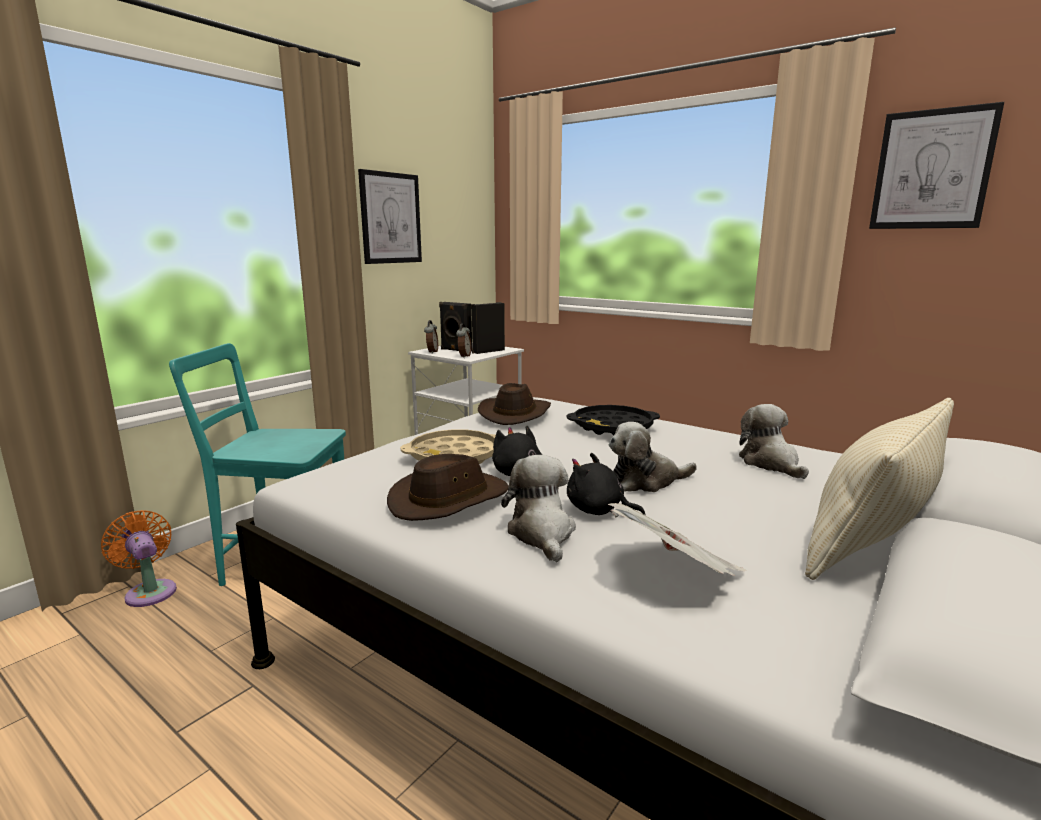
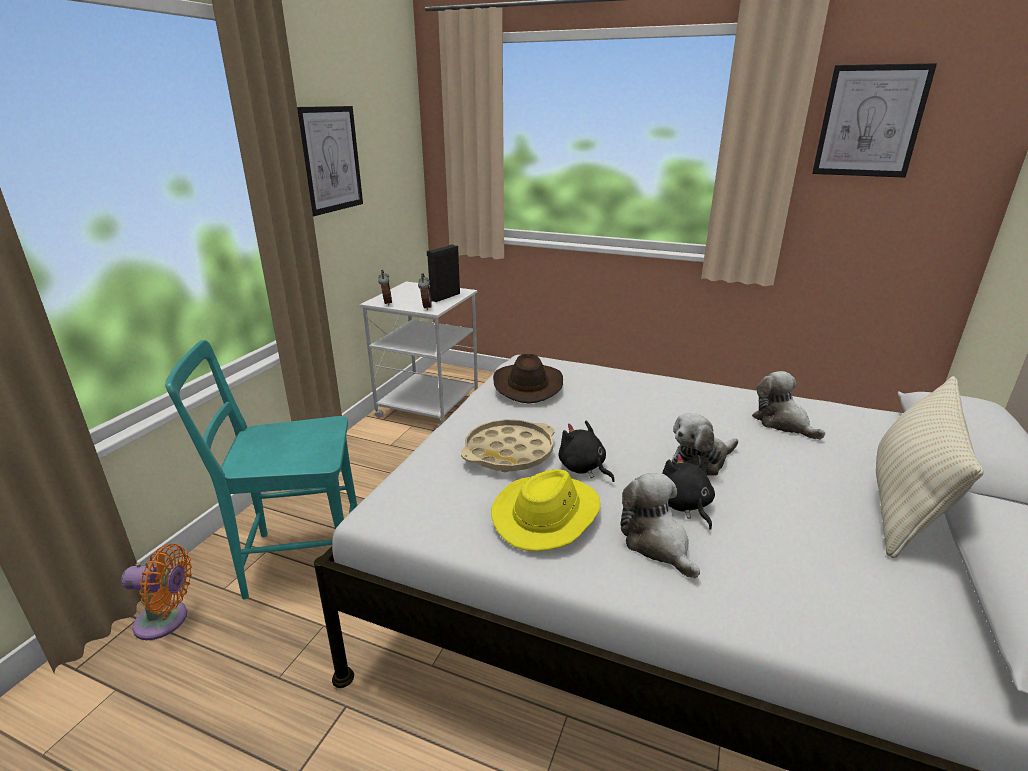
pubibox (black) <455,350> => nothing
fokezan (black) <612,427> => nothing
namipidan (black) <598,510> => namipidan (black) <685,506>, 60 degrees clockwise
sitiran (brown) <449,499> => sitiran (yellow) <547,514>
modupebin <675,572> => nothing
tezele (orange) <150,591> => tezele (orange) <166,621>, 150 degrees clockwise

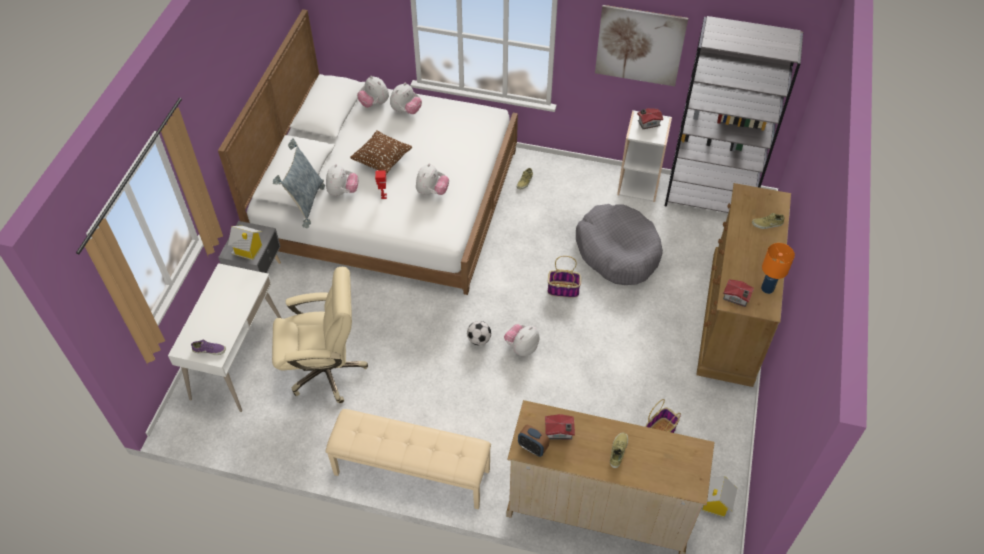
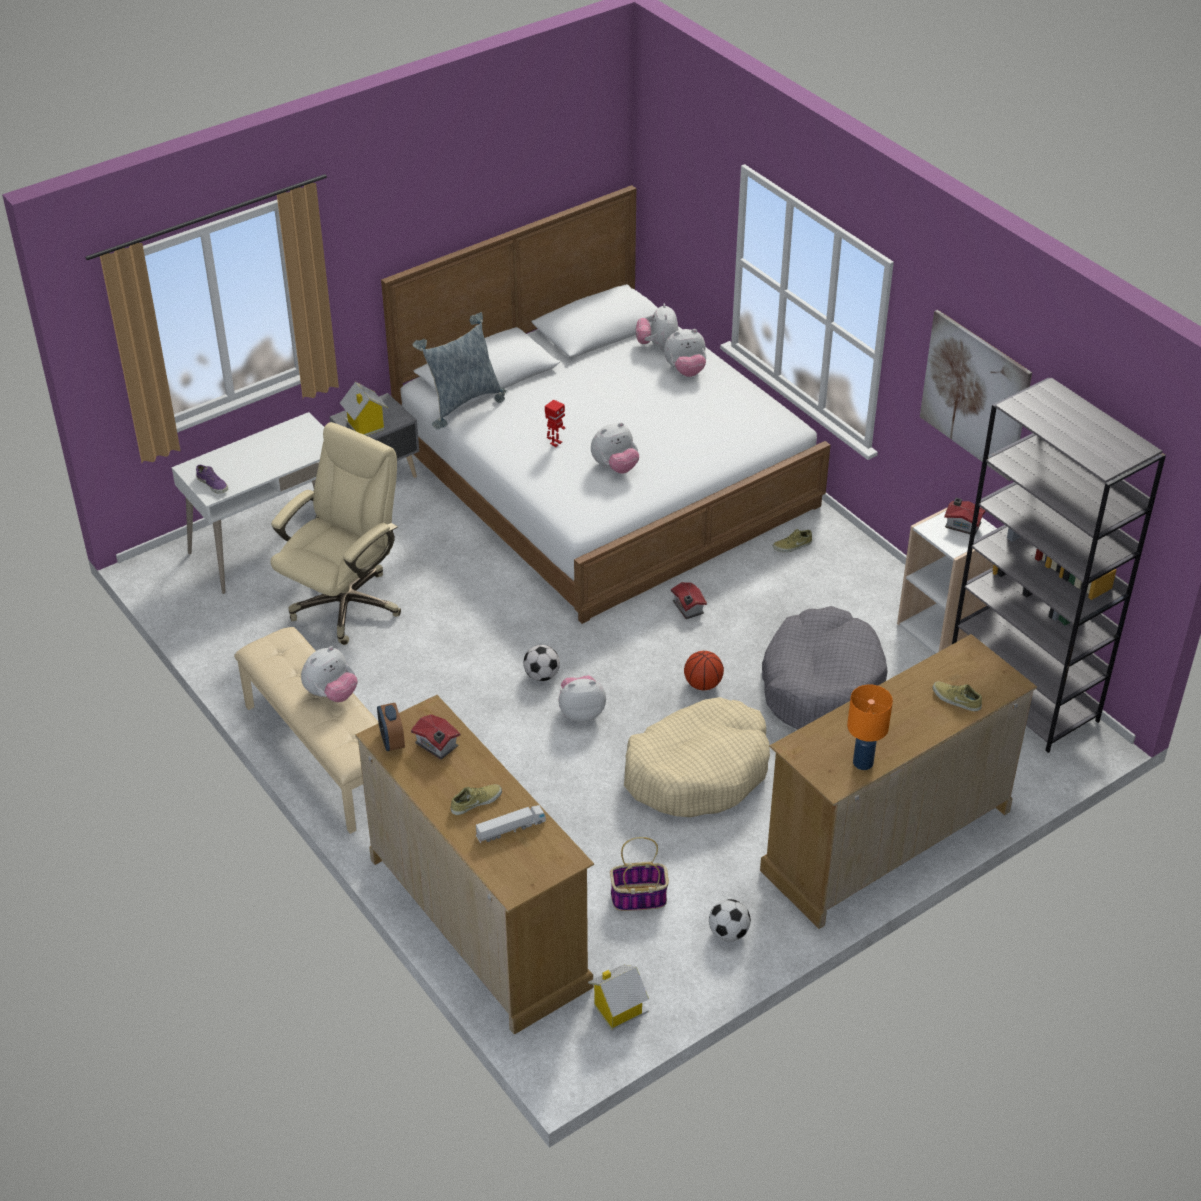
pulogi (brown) <382,161> => nothing
namipidan <342,192> => namipidan <331,694>, relocated
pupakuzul <563,289> => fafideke <702,684>
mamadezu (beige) <325,371> => mamadezu (beige) <344,607>, 90 degrees counterclockwise
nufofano <736,298> => nufofano <687,608>, relocated
nothing => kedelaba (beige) <698,771>
nothing => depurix <511,829>
nothing => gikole <728,933>

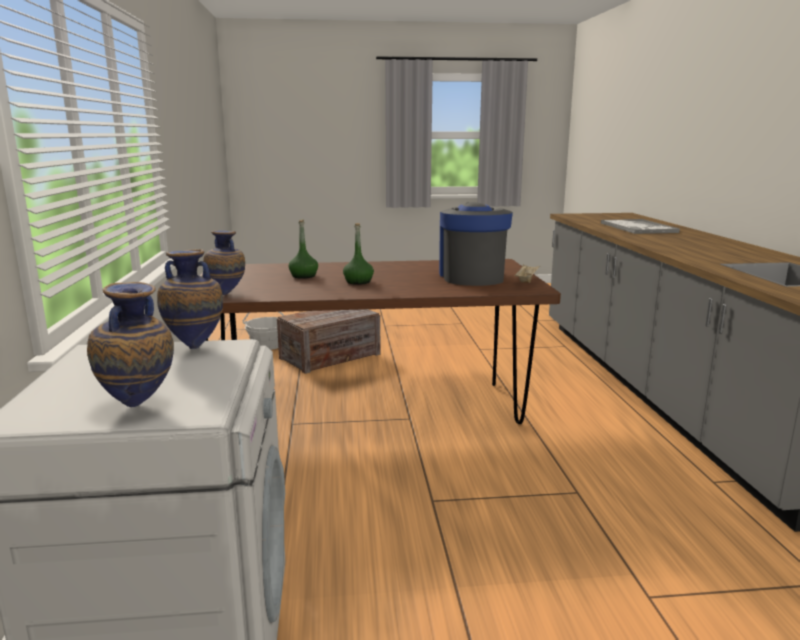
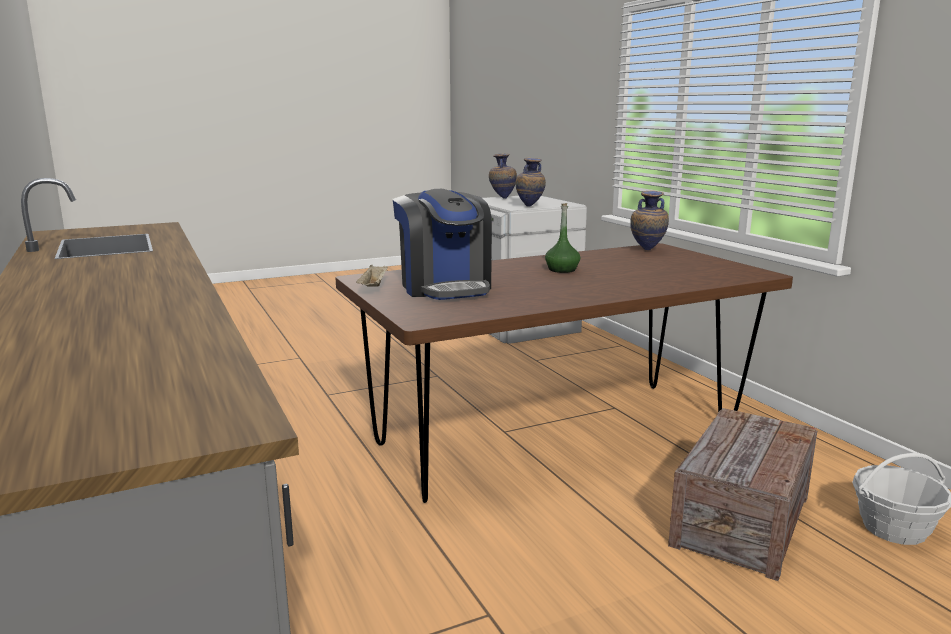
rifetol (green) <303,276> => nothing
fokezan <638,228> => nothing

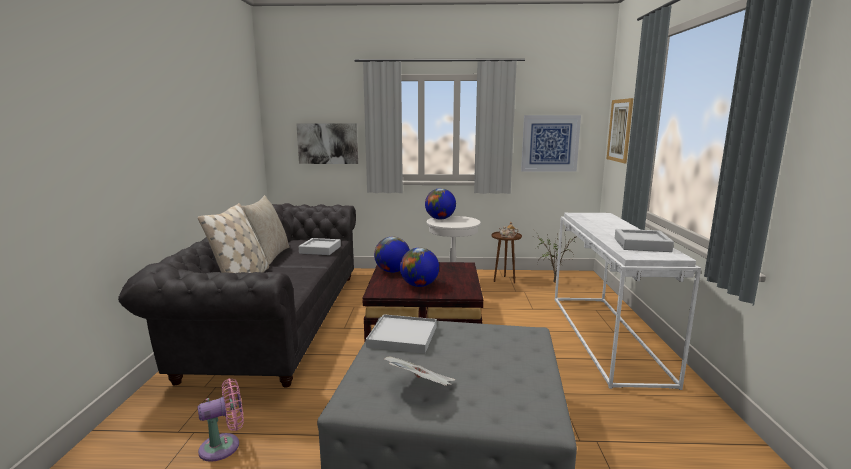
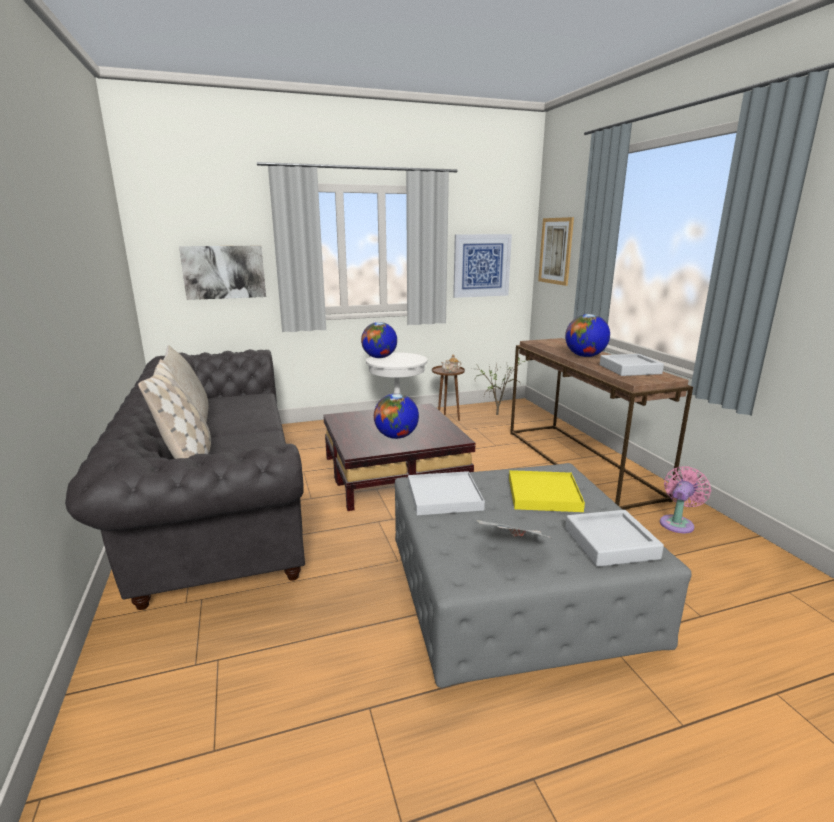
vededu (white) <607,337> => vededu (brown) <581,463>
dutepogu <392,271> => dutepogu <585,356>, relocated
fokezan (grey) <320,250> => fokezan (grey) <610,543>, relocated
tezele (pink) <224,446> => tezele (pink) <678,523>, relocated
nothing => fokezan (yellow) <543,494>

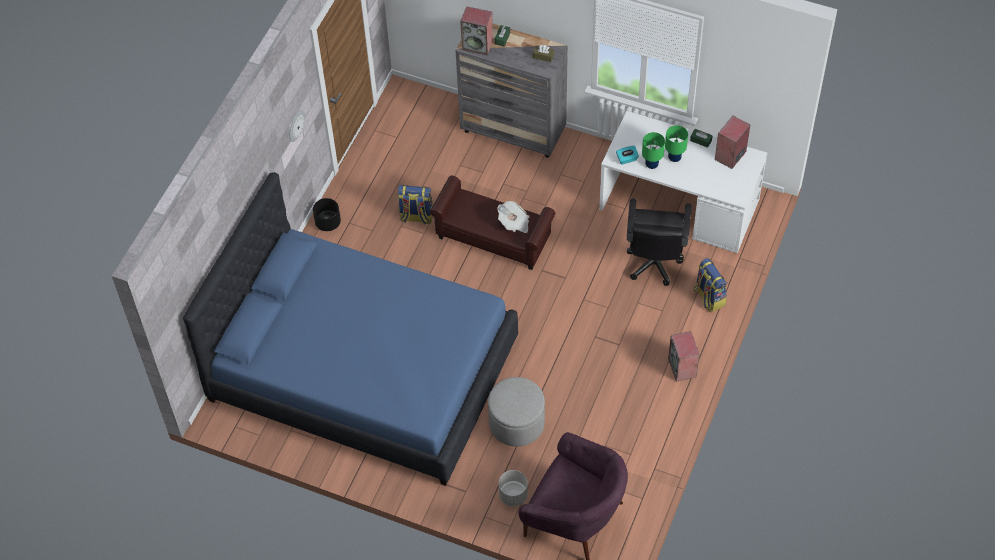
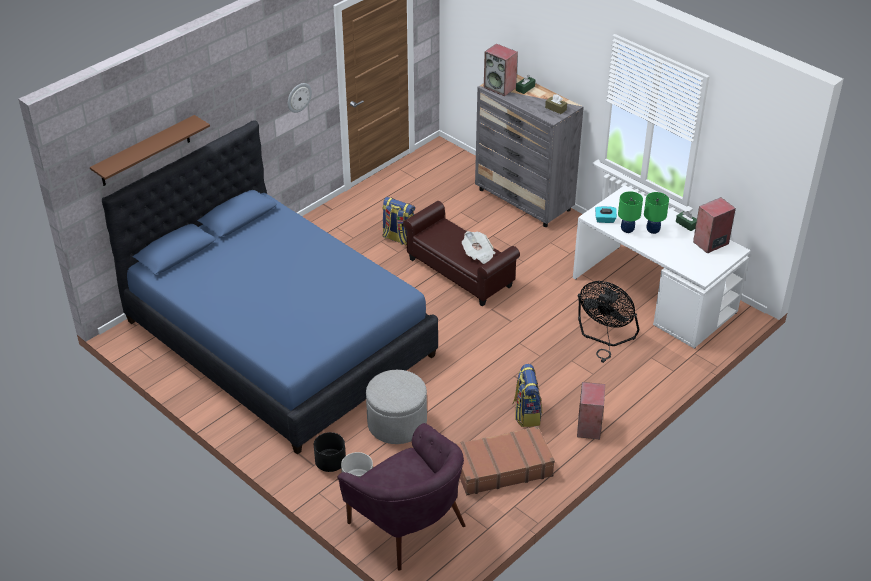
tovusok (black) <328,223> => tovusok (black) <330,463>, relocated
mamadezu (black) <654,267> => tezele (black) <603,337>
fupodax <708,297> => fupodax <526,413>, relocated
nothing => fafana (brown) <145,151>
nothing => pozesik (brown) <501,467>

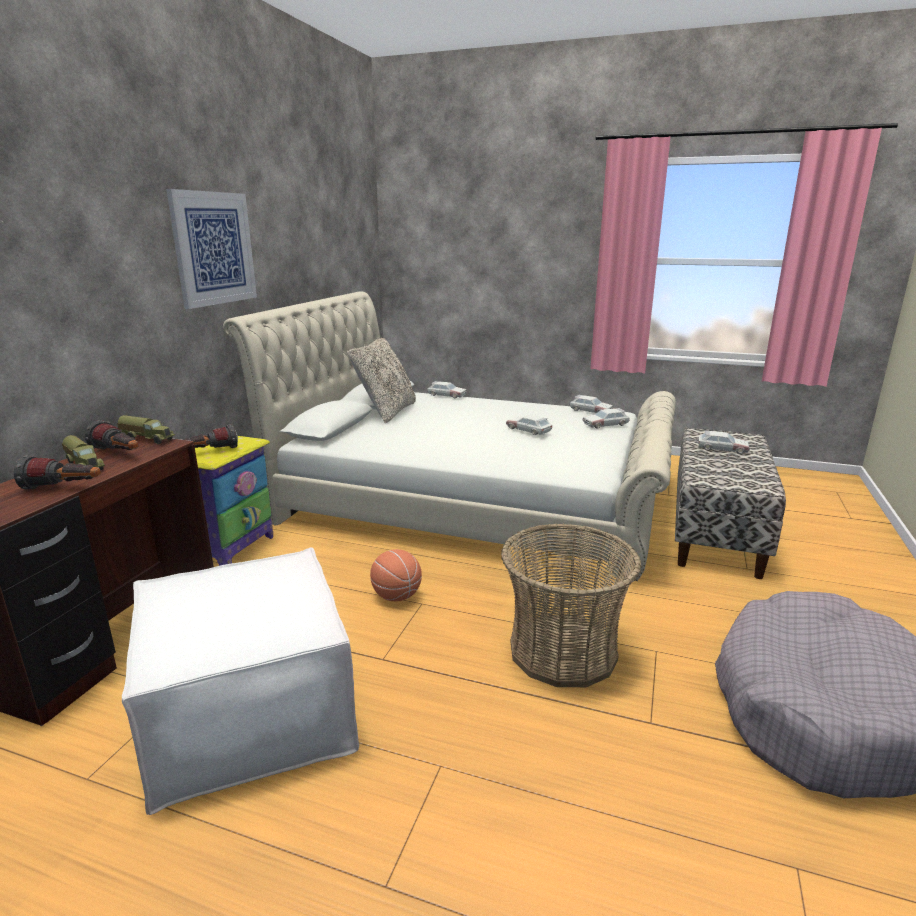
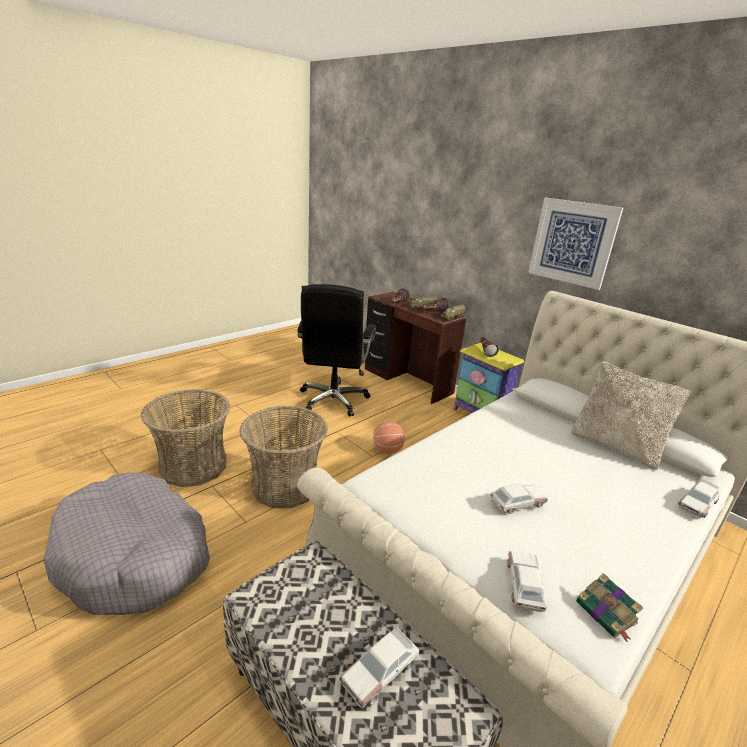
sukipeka <590,410> => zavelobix <607,613>
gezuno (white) <250,713> => mamadezu (black) <333,398>
nothing => pupakuzul <193,466>

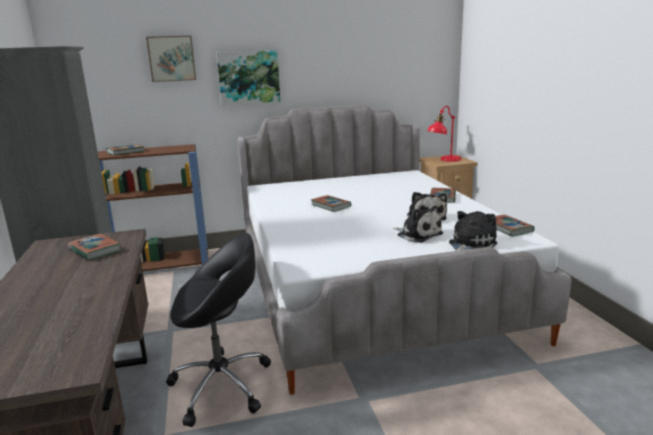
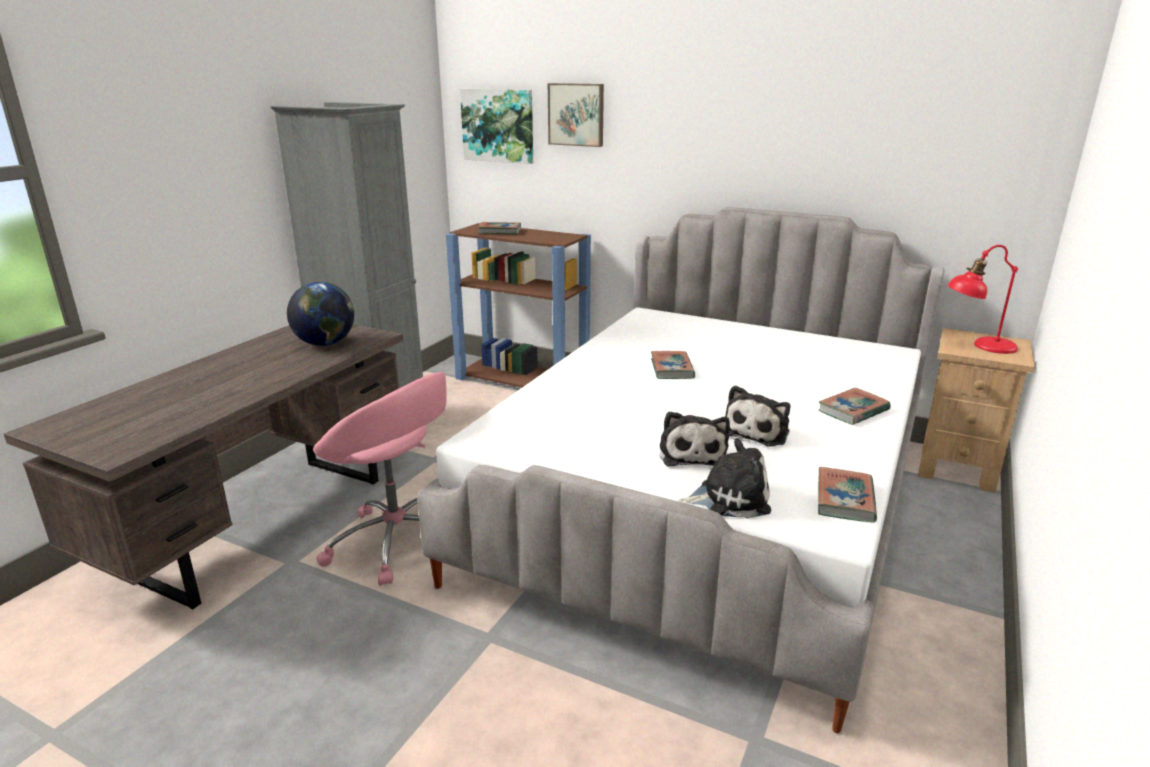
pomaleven <248,77> => pomaleven <498,125>, relocated
mamadezu (black) <223,385> => mamadezu (pink) <397,542>
zavelobix <95,250> => dutepogu <325,343>

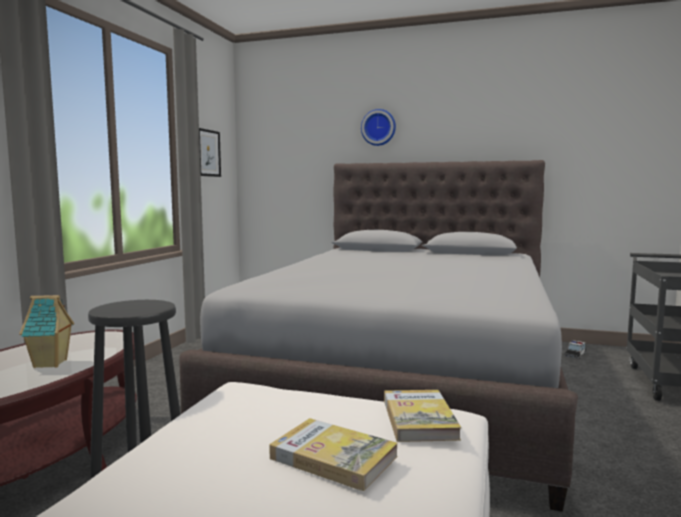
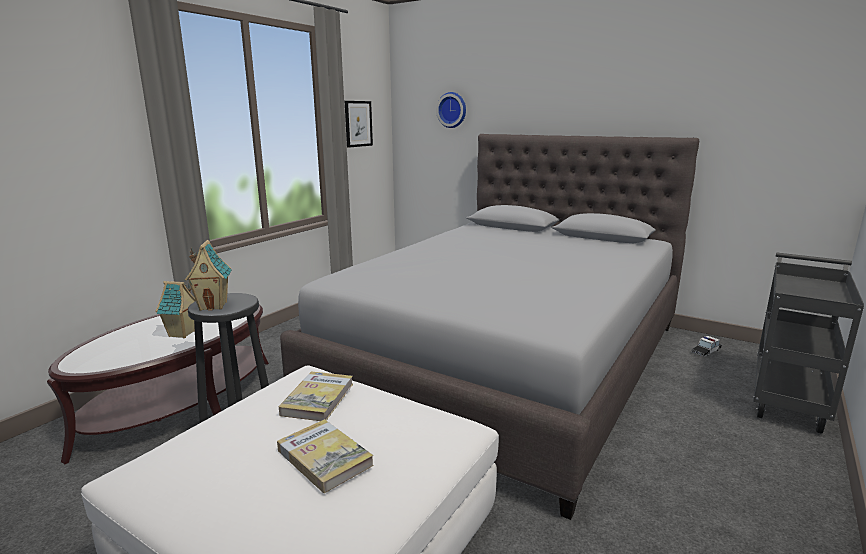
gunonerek <378,127> => gunonerek <452,110>, relocated
zavelobix <419,419> => zavelobix <318,399>, relocated
nothing => nufofano <214,306>

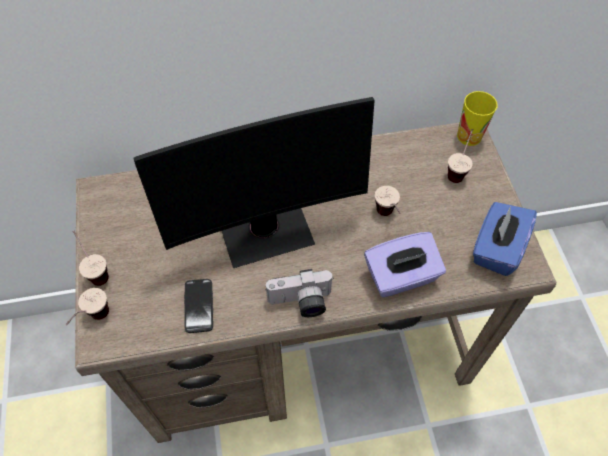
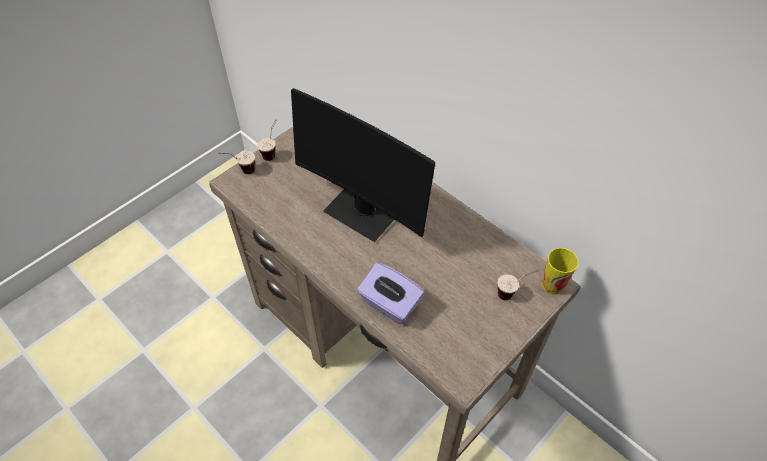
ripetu <387,217> => nothing
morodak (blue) <496,249> => nothing
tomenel <301,303> => nothing
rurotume <199,306> => nothing

